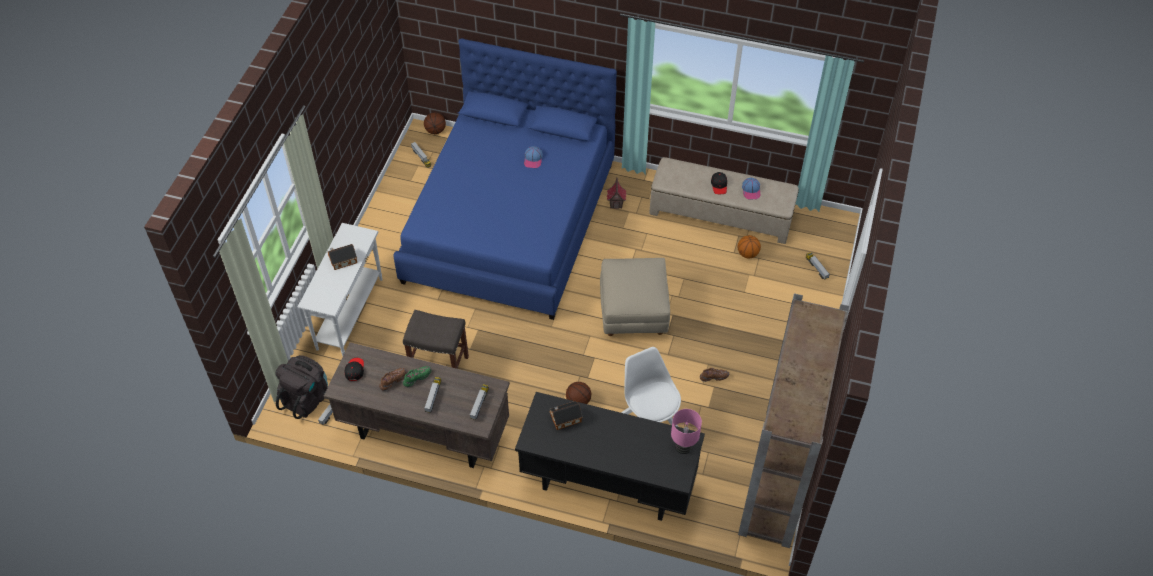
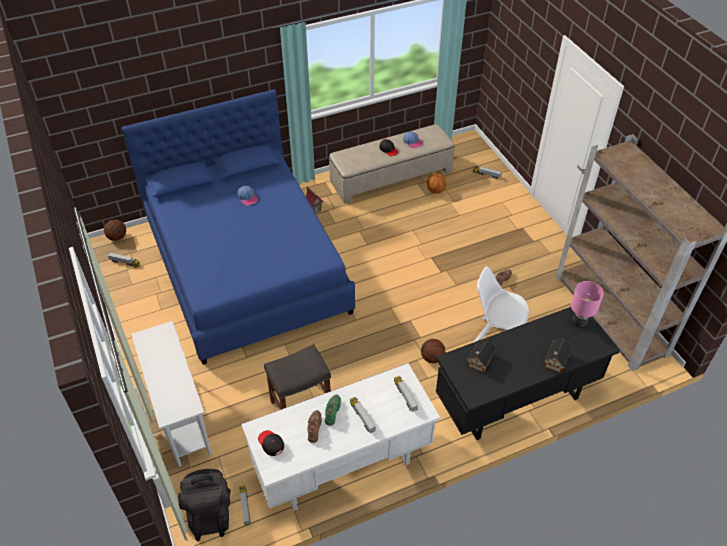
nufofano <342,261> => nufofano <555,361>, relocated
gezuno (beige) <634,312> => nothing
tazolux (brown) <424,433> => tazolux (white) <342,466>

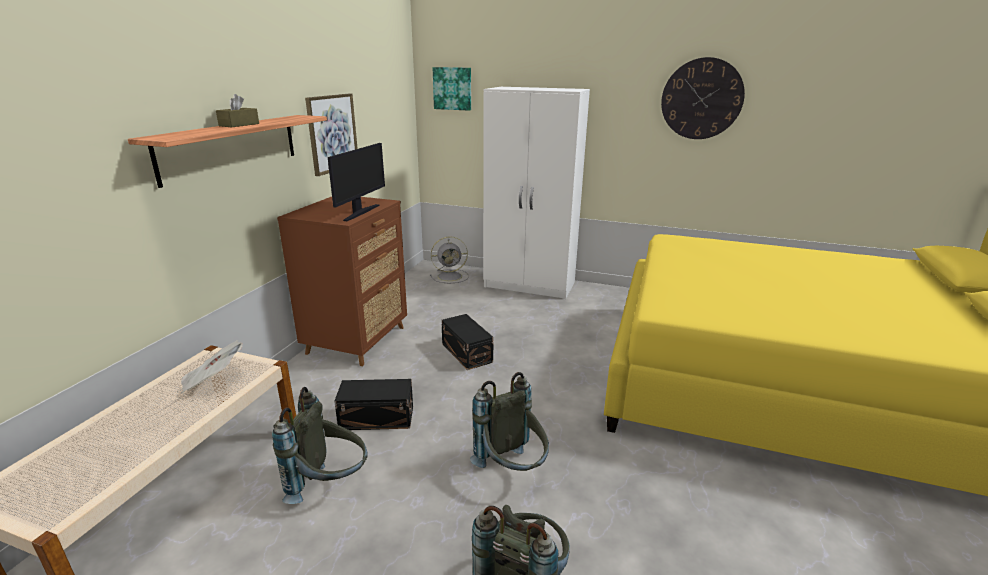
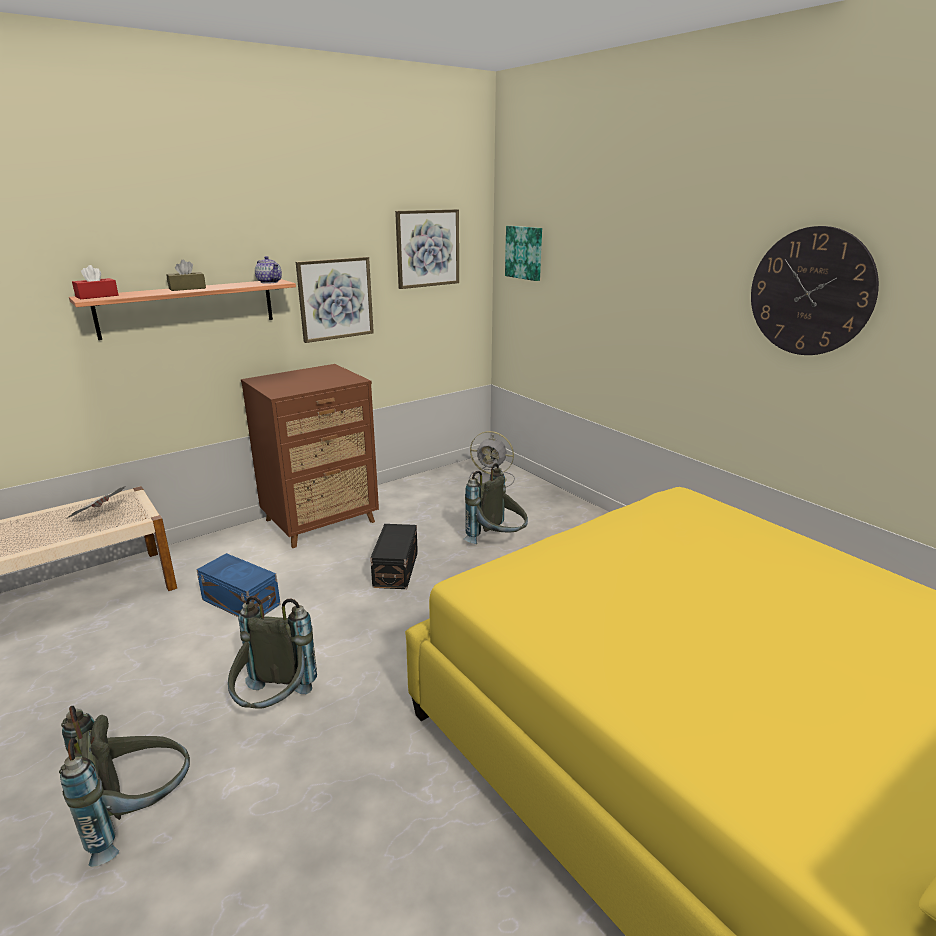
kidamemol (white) <530,285> => nothing
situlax <360,212> => nothing
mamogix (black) <376,417> => mamogix (blue) <241,601>
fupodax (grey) <330,485> => fupodax (grey) <498,543>, relocated
nothing => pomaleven <427,248>
nothing => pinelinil <269,282>
nothing => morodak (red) <97,296>

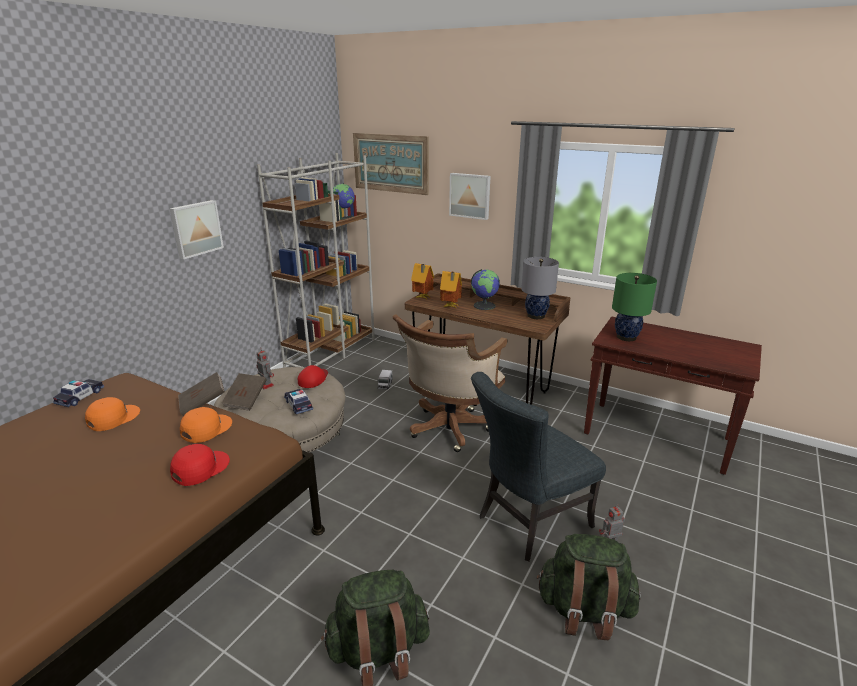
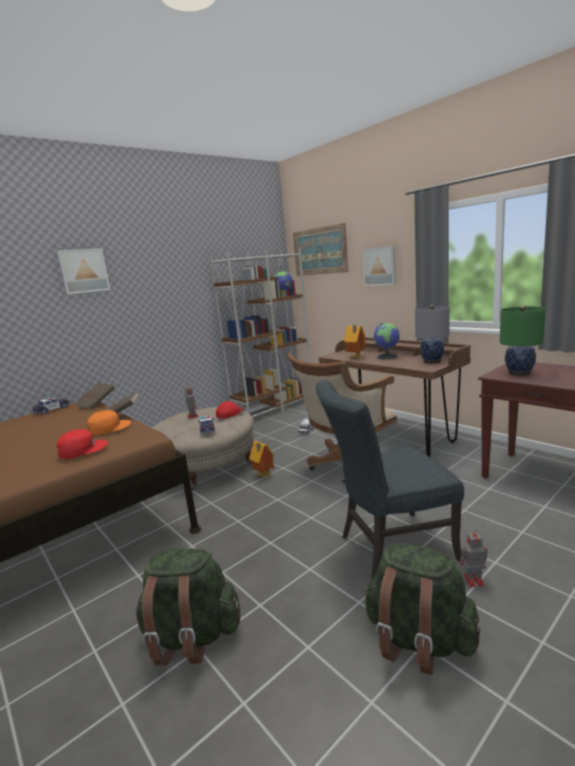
pomaleven <195,228> => pomaleven <83,271>, relocated
nufofano <422,298> => nufofano <263,476>, relocated
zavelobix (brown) <246,400> => zavelobix (brown) <97,403>, relocated
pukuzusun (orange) <113,418> => nothing

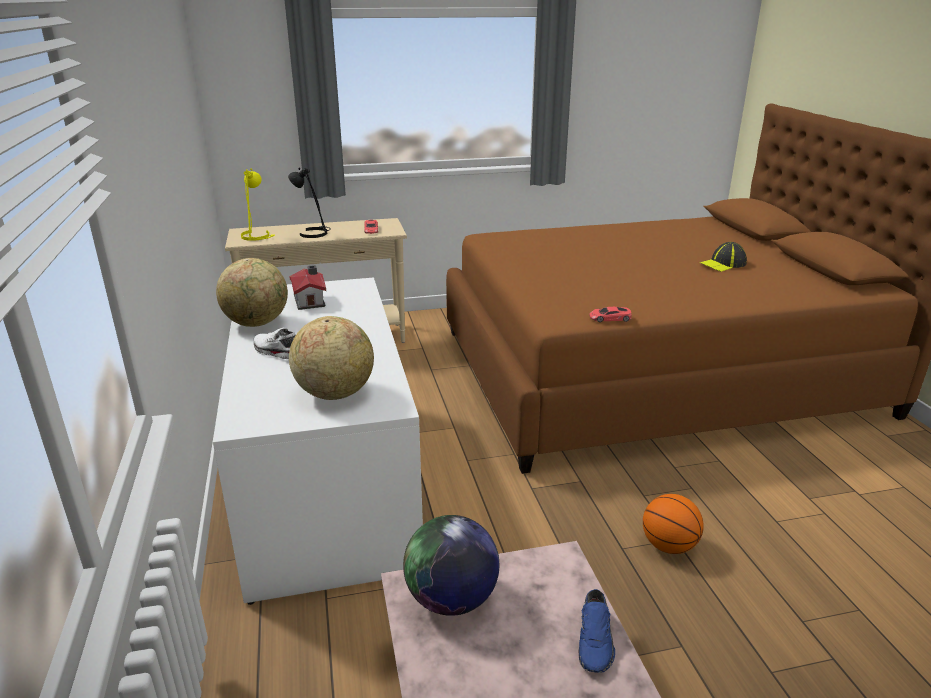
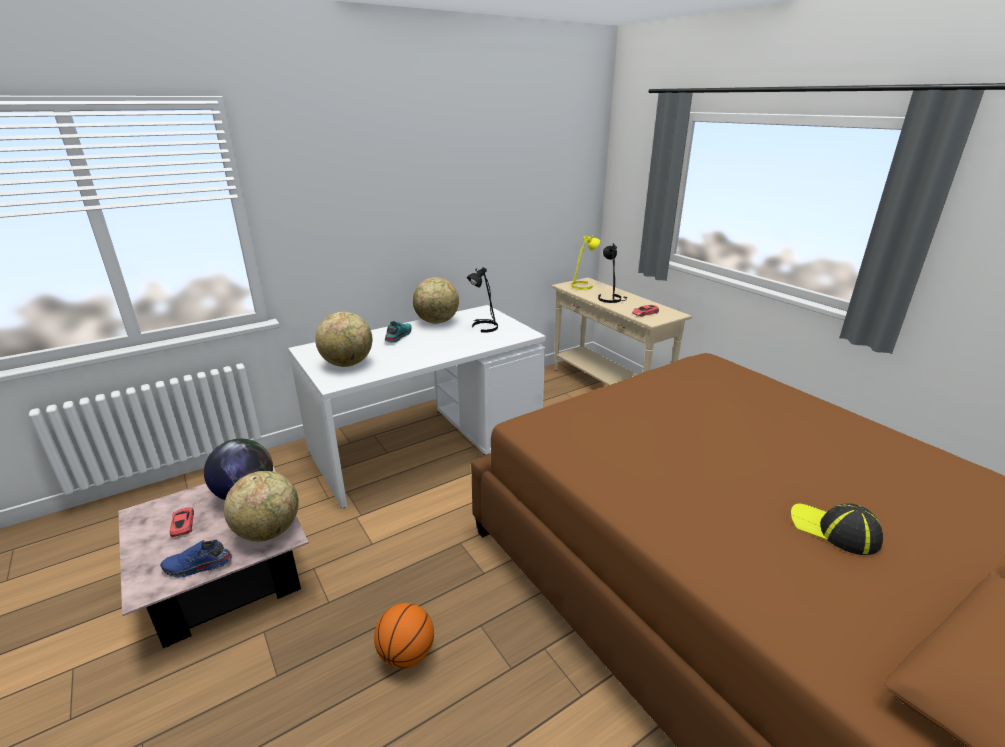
nufofano <310,300> => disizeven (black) <483,327>
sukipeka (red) <610,318> => sukipeka (red) <183,524>, relocated
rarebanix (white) <277,352> => rarebanix (turquoise) <397,336>
nothing => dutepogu <269,531>

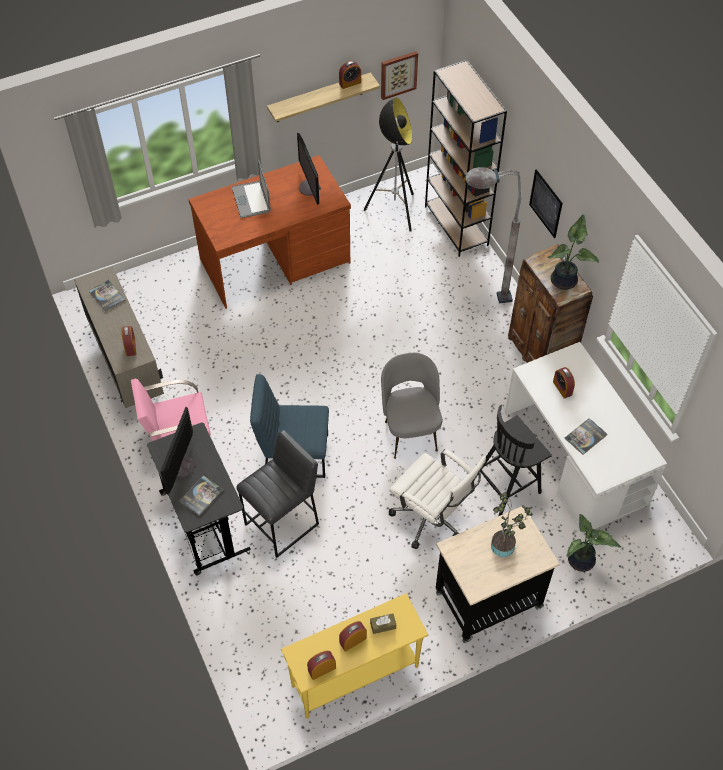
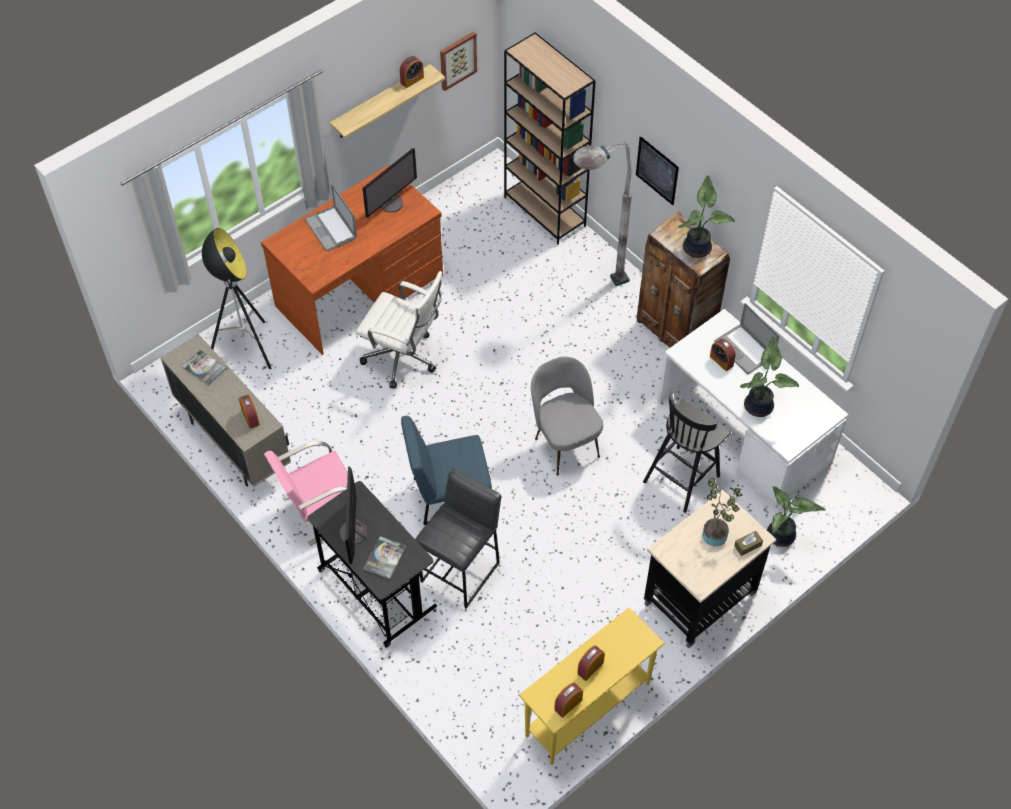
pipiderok <394,211> => pipiderok <246,348>, relocated
situlax <310,188> => situlax <391,203>, 105 degrees counterclockwise
zavelobix <585,436> => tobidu <760,405>
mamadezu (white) <431,519> => mamadezu (white) <403,359>, relocated
morodak (brown) <383,625> => morodak (brown) <747,546>, relocated
nothing => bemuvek <744,349>

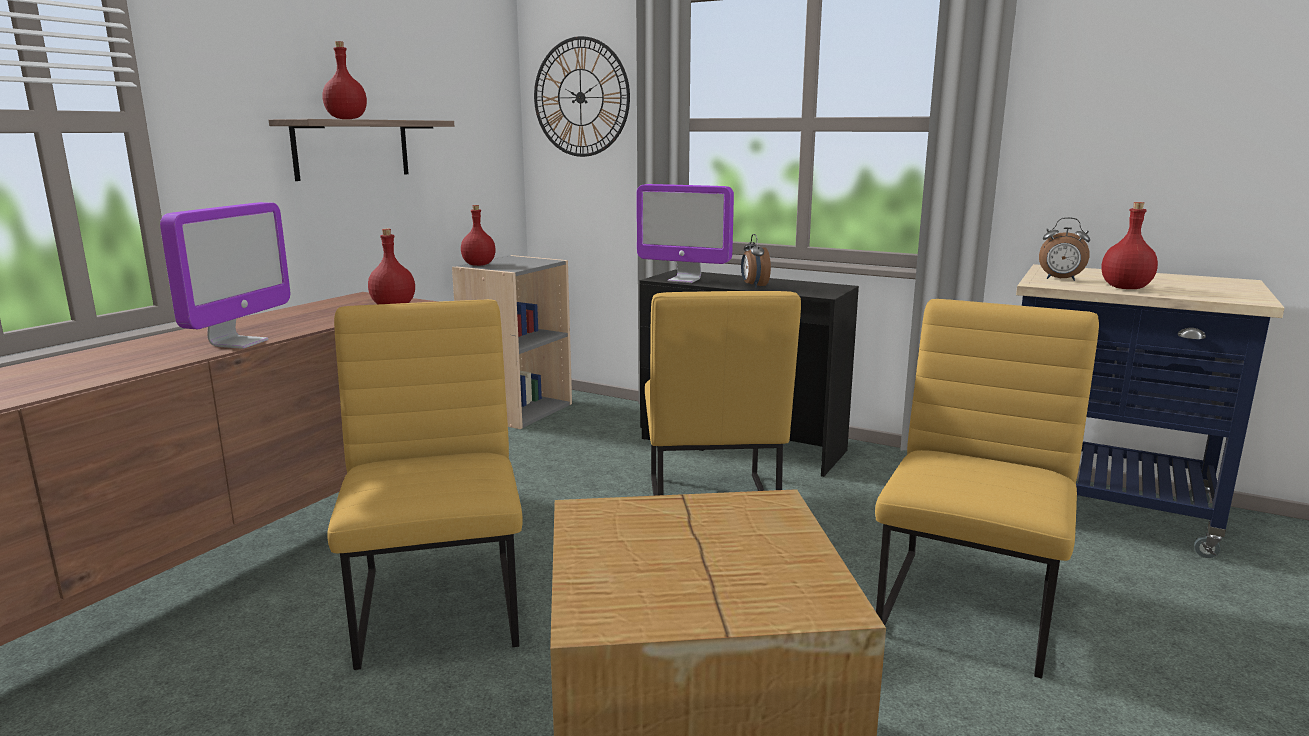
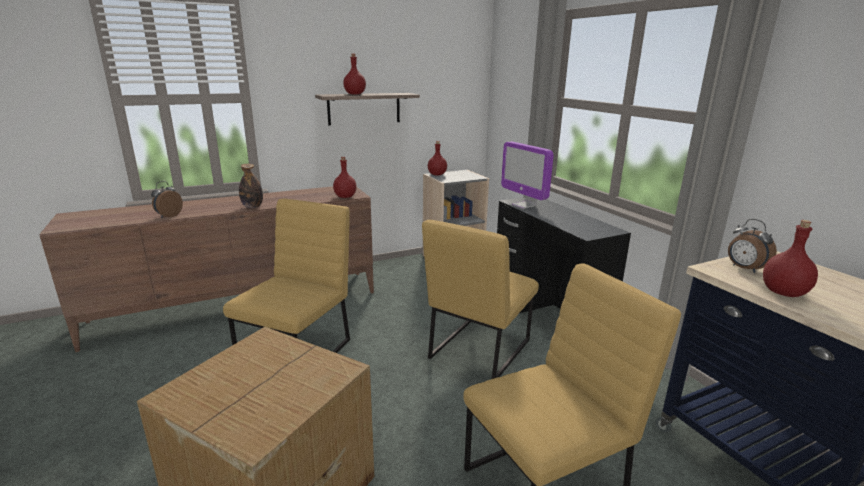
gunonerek <580,97> => nothing
situlax <239,343> => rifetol <252,207>
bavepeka <754,286> => bavepeka <168,216>, relocated

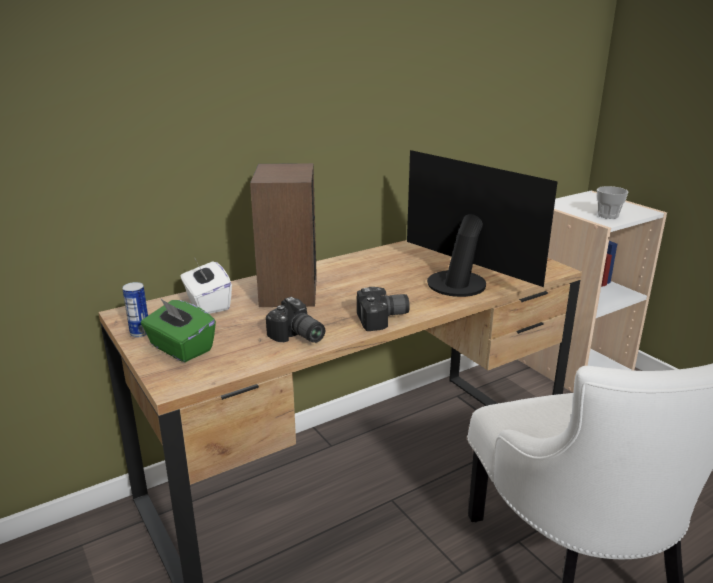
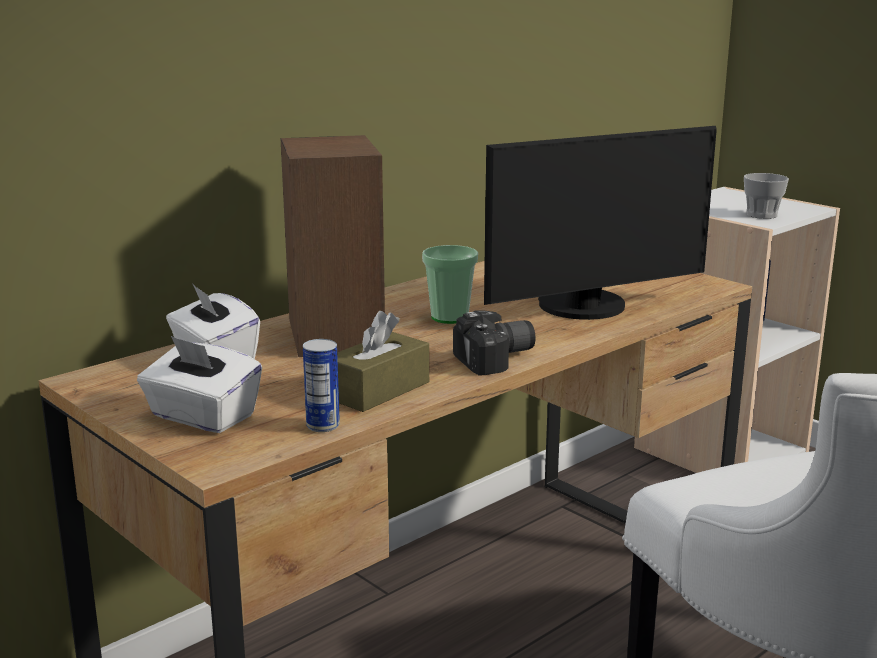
situlax <460,282> => situlax <587,308>, 120 degrees clockwise
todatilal <140,333> => todatilal <323,426>, relocated
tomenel <297,337> => morodak (brown) <378,390>
morodak (green) <180,348> => morodak (white) <202,417>
nothing => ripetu <450,317>

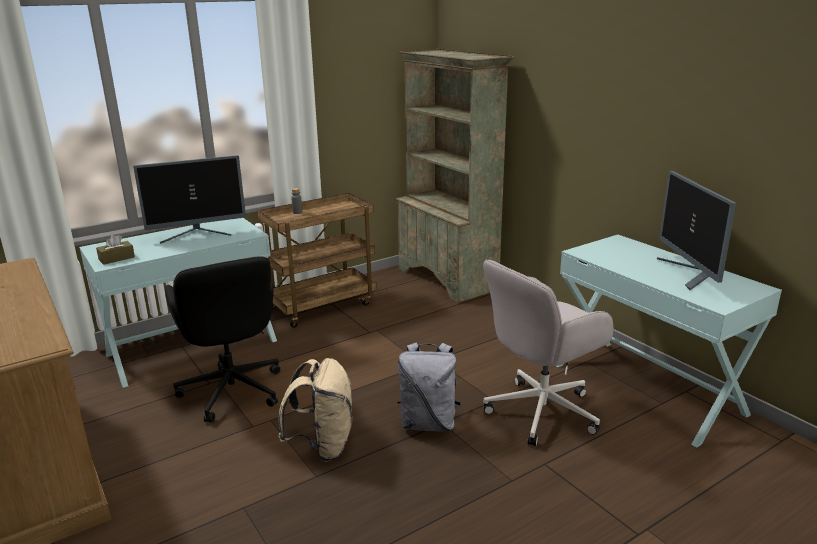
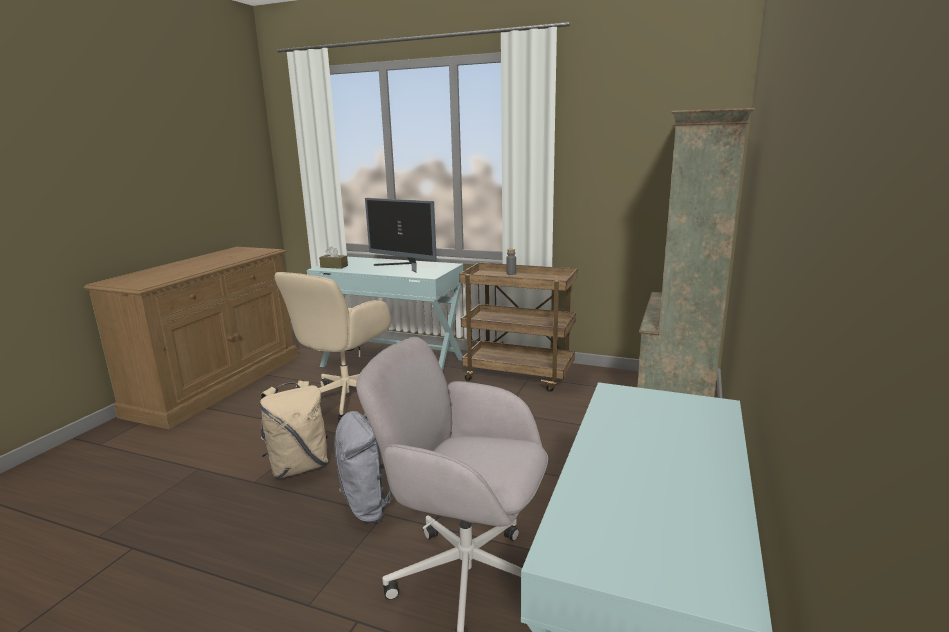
situlax <689,274> => nothing
mamadezu (black) <232,392> => mamadezu (beige) <346,400>

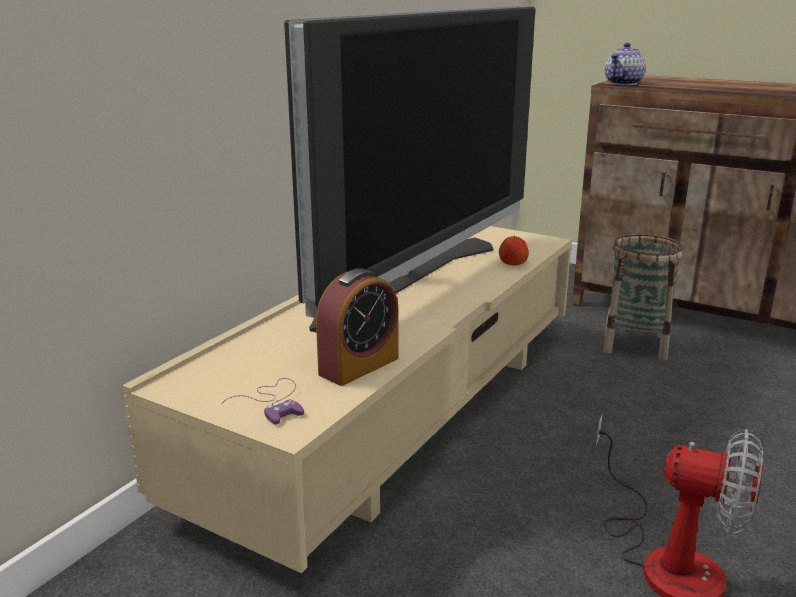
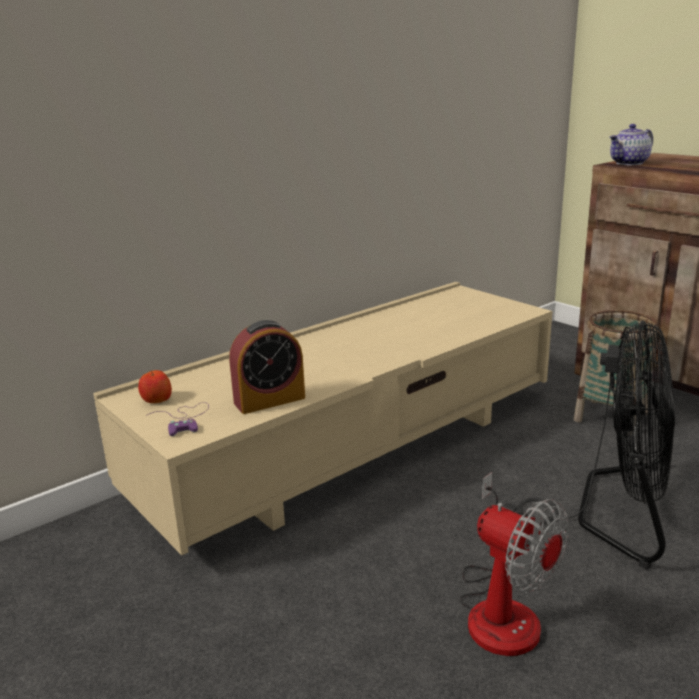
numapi <412,281> => nothing
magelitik <512,263> => magelitik <156,400>, relocated
nothing => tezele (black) <610,509>

